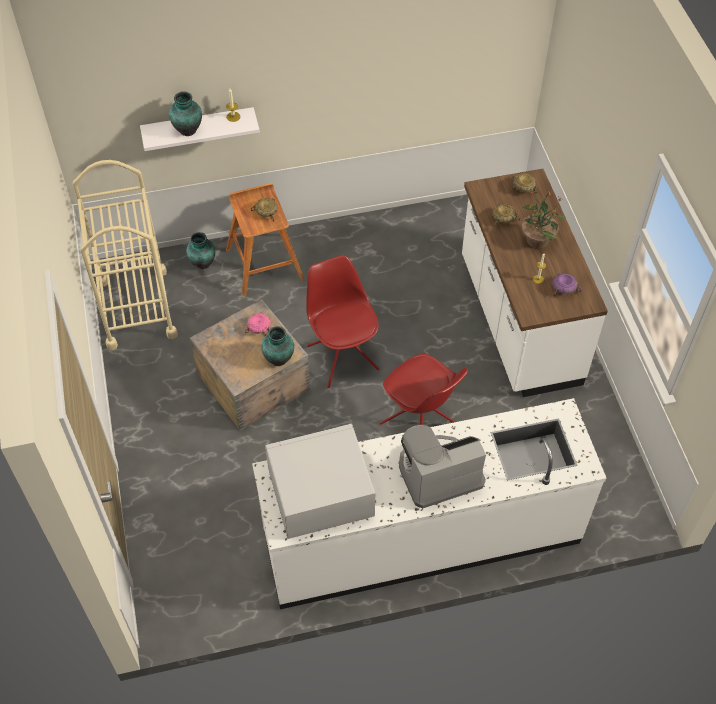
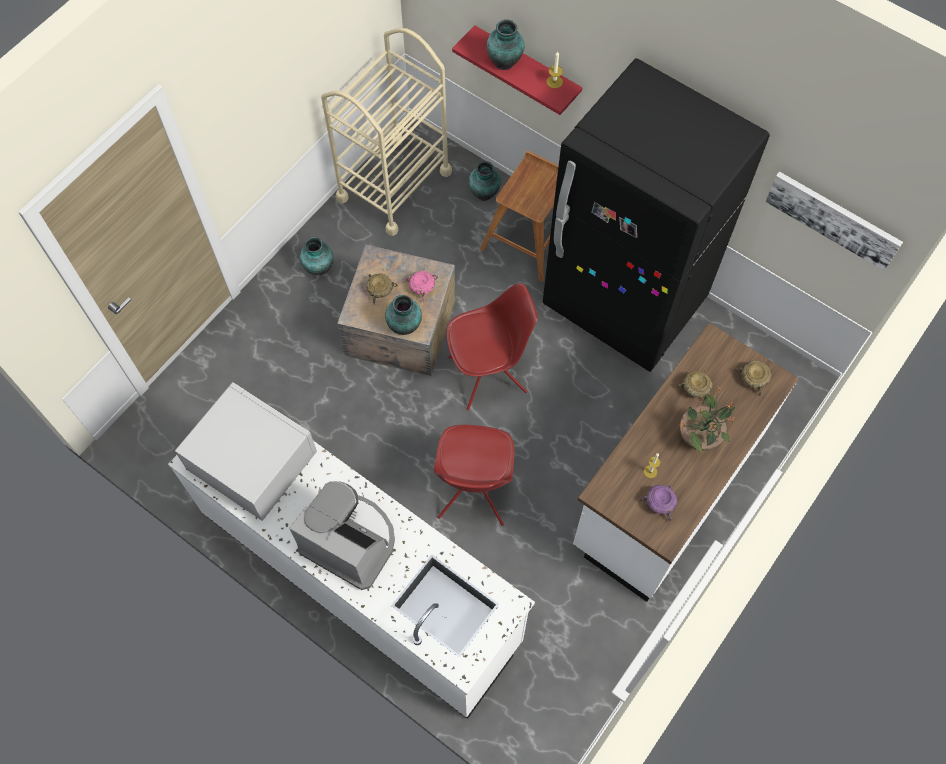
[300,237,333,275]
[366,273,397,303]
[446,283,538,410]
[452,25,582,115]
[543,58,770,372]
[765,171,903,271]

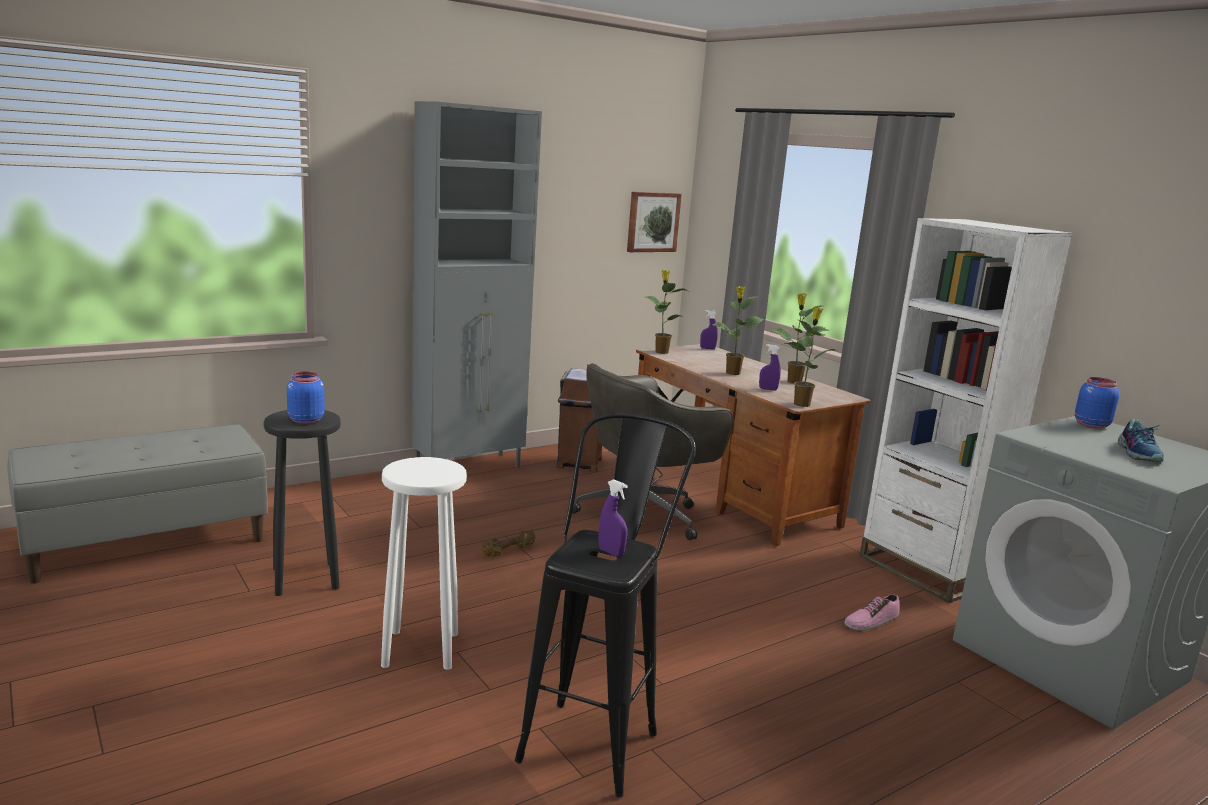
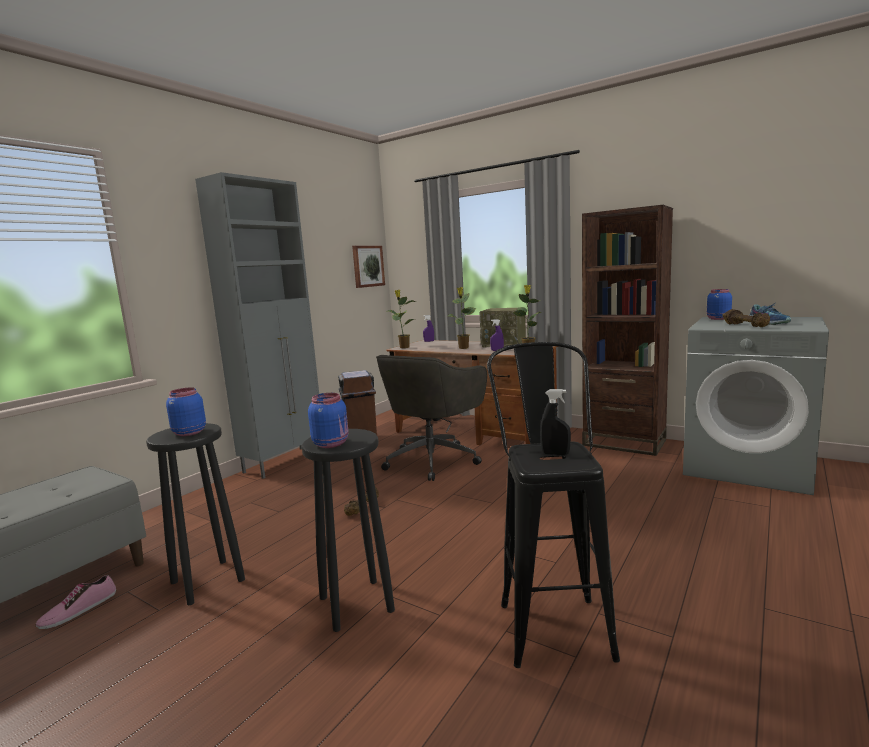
[36,575,116,629]
[302,429,395,632]
[308,393,348,448]
[479,308,526,347]
[540,389,571,455]
[582,205,673,456]
[722,309,770,327]

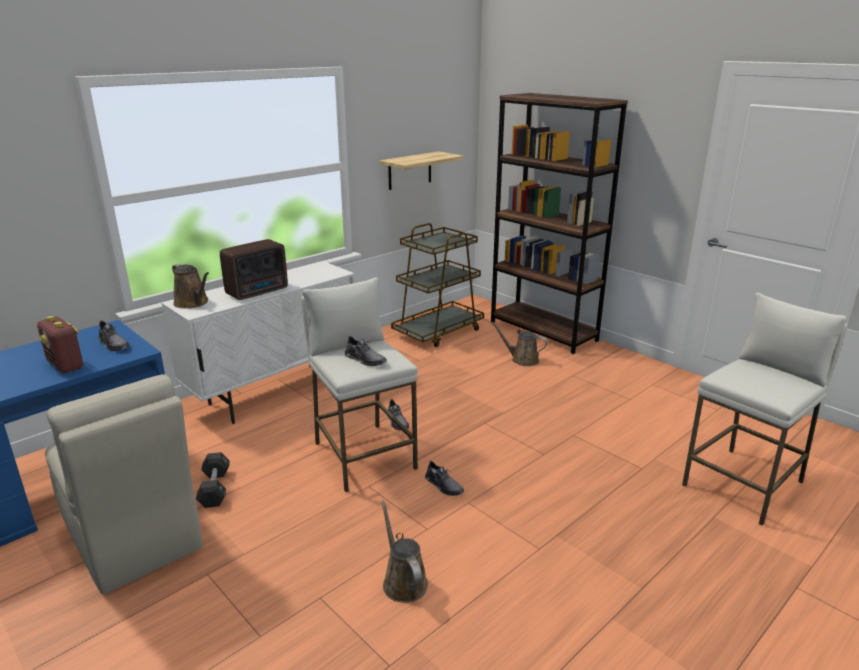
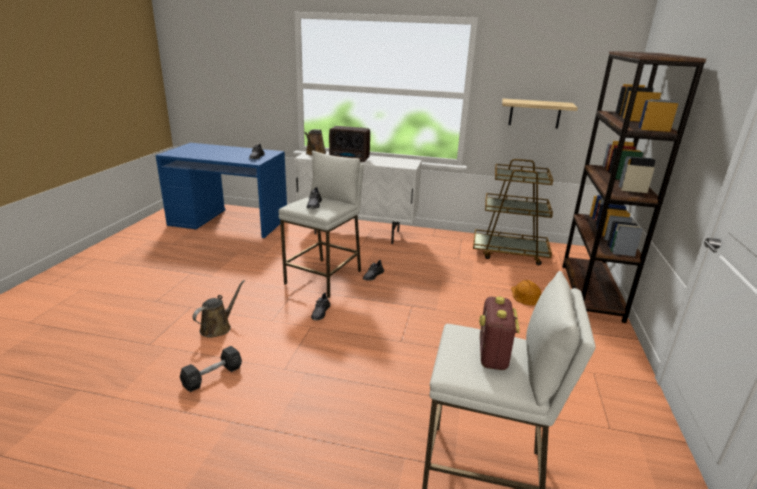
[180,346,242,392]
[479,297,520,370]
[511,280,541,306]
[45,374,203,594] (first image)

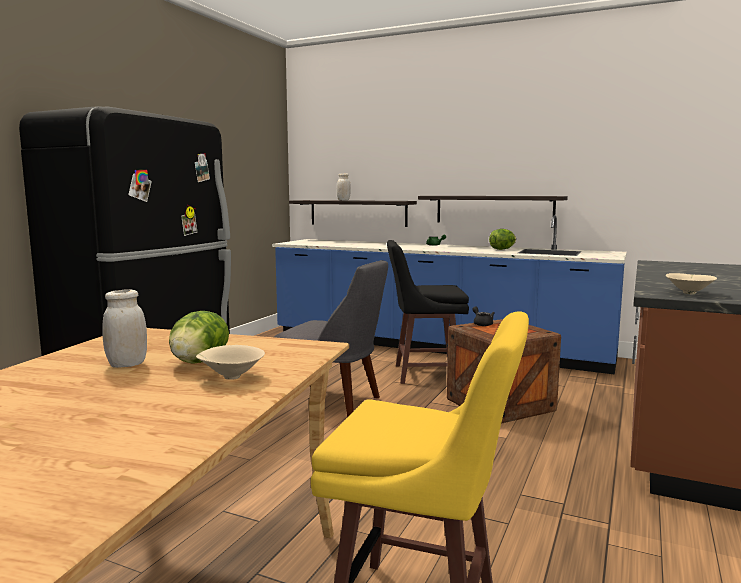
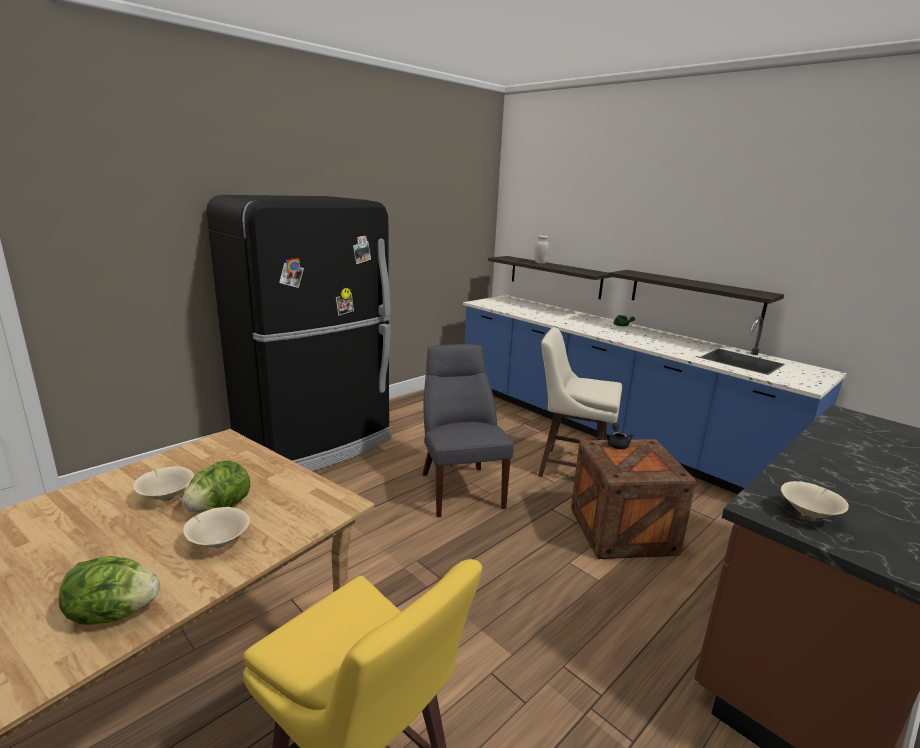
[58,556,160,625]
[133,466,194,501]
[422,344,514,517]
[538,327,622,477]

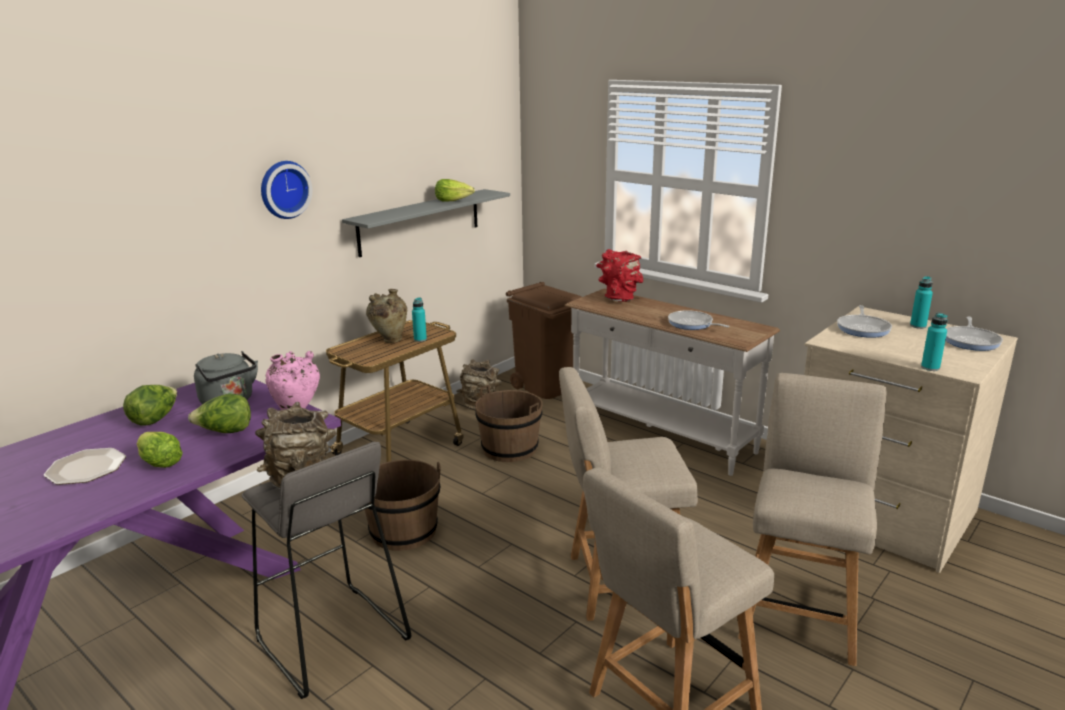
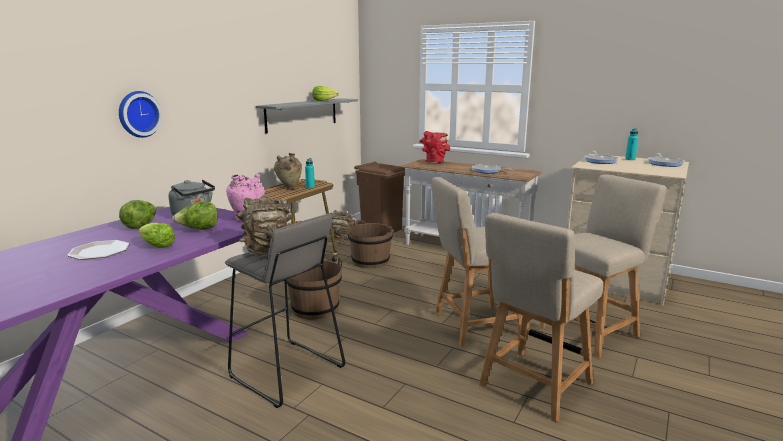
[119,91,162,138]
[539,174,666,358]
[921,313,948,371] (first image)

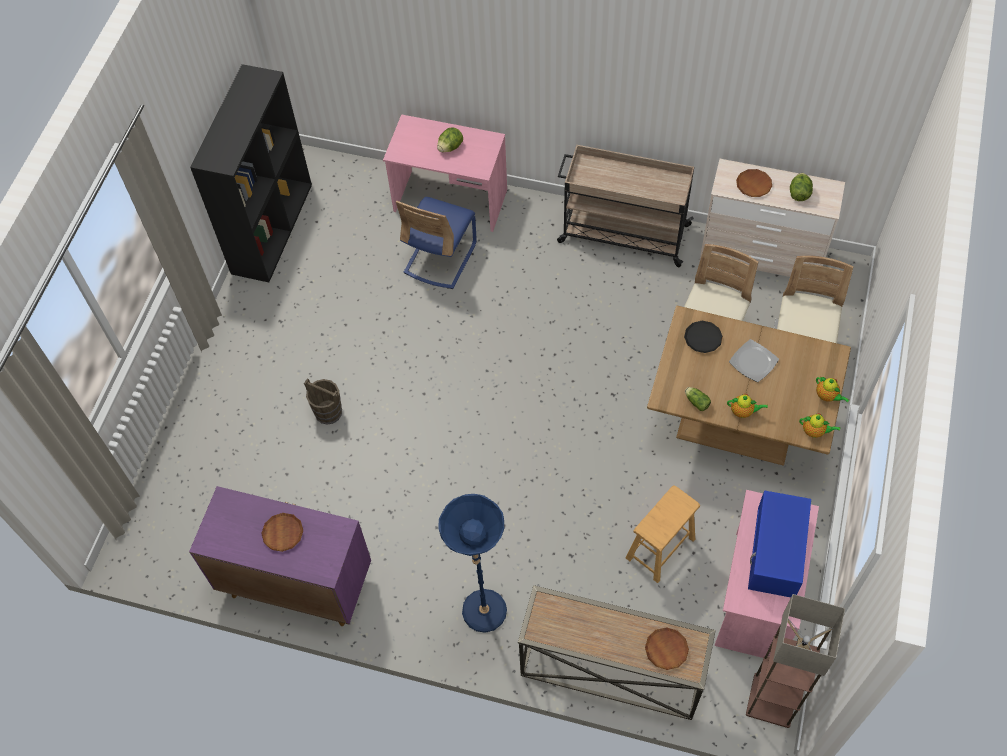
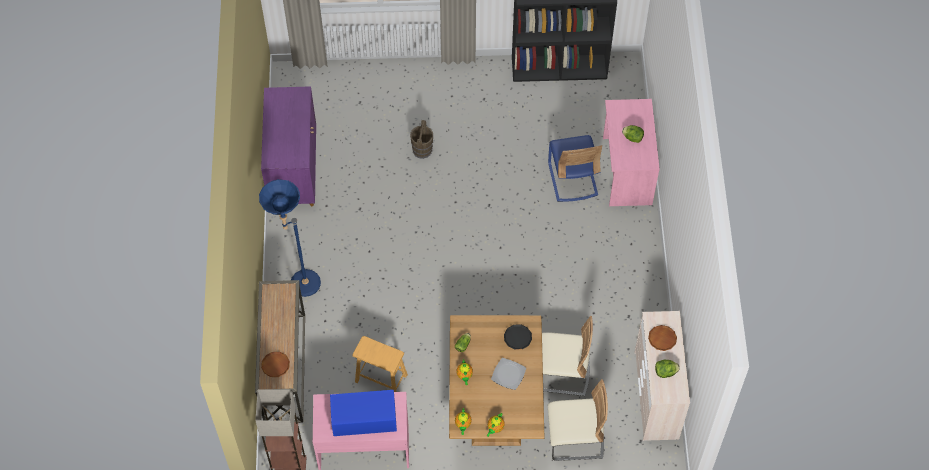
[548,135,602,202]
[261,513,303,552] (first image)
[557,145,694,267] (first image)

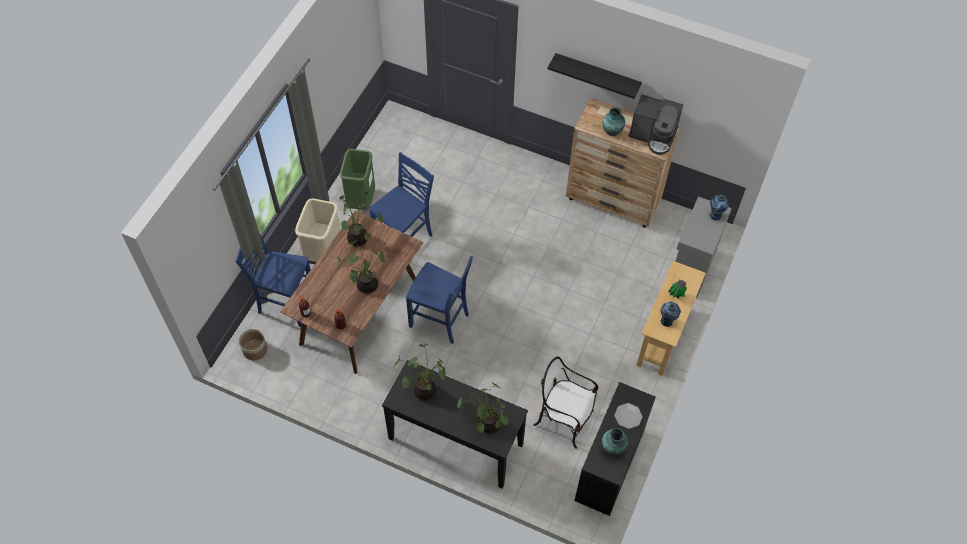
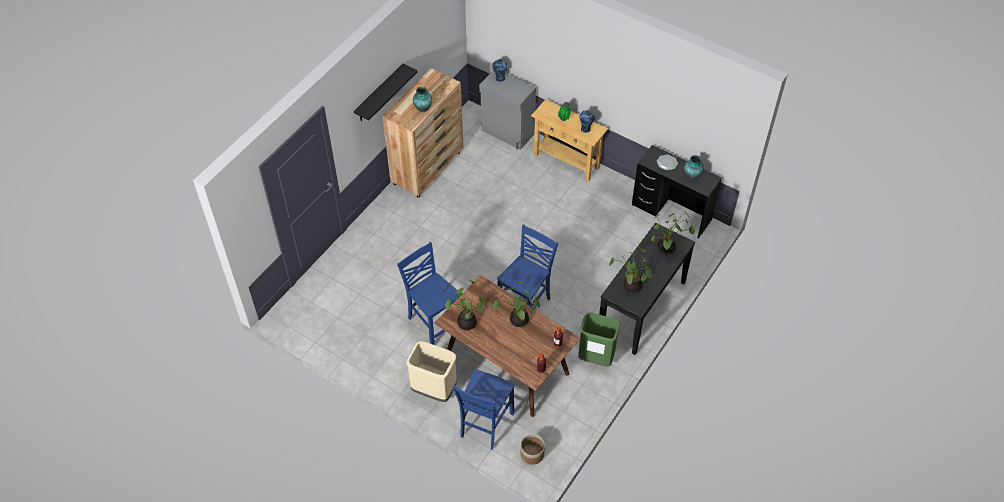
[578,313,620,367]
[533,356,598,449] (first image)
[628,94,683,155] (first image)

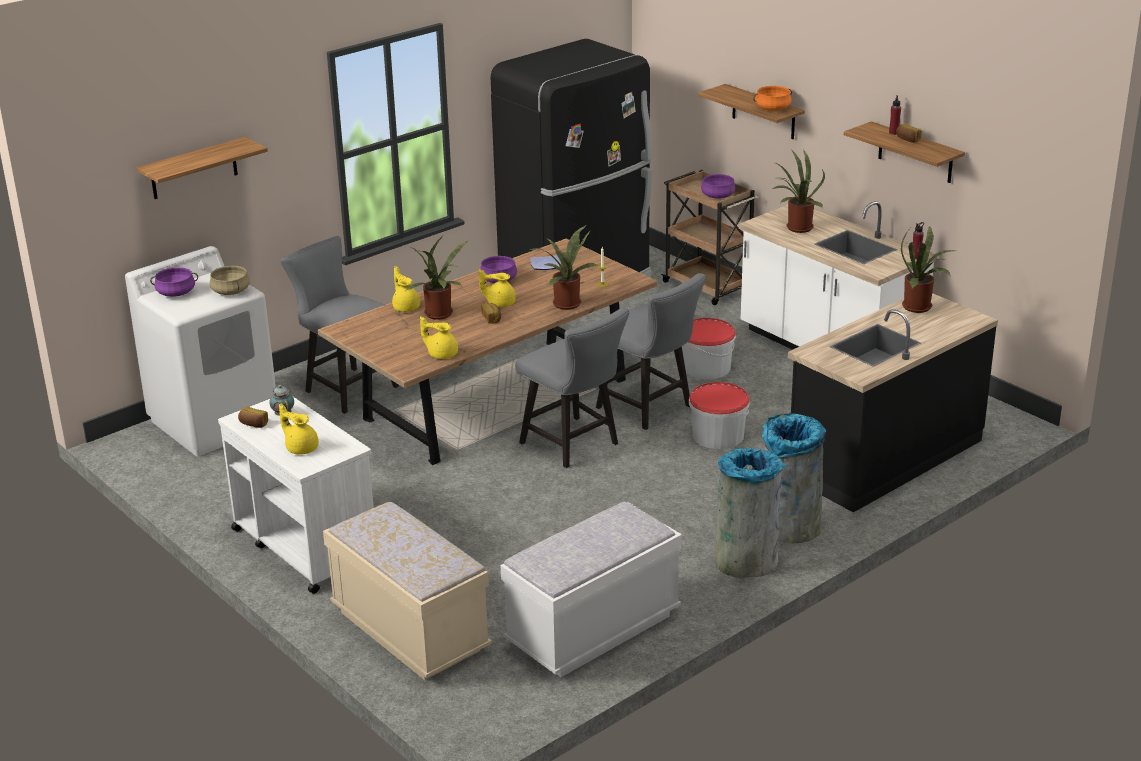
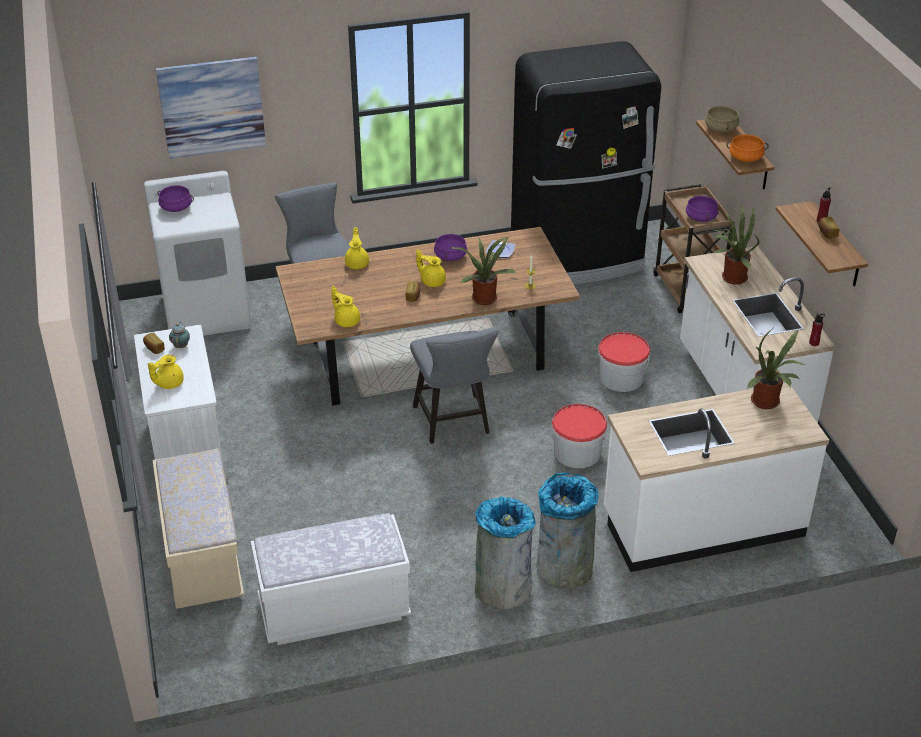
[148,355,184,389]
[156,57,266,159]
[604,383,829,572]
[705,106,739,132]
[406,236,468,320] (first image)
[596,273,706,430] (first image)

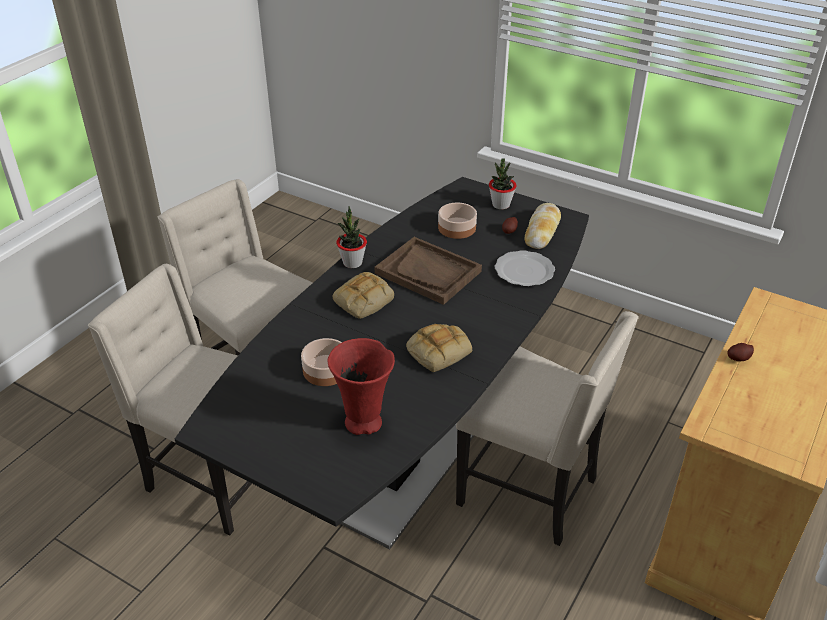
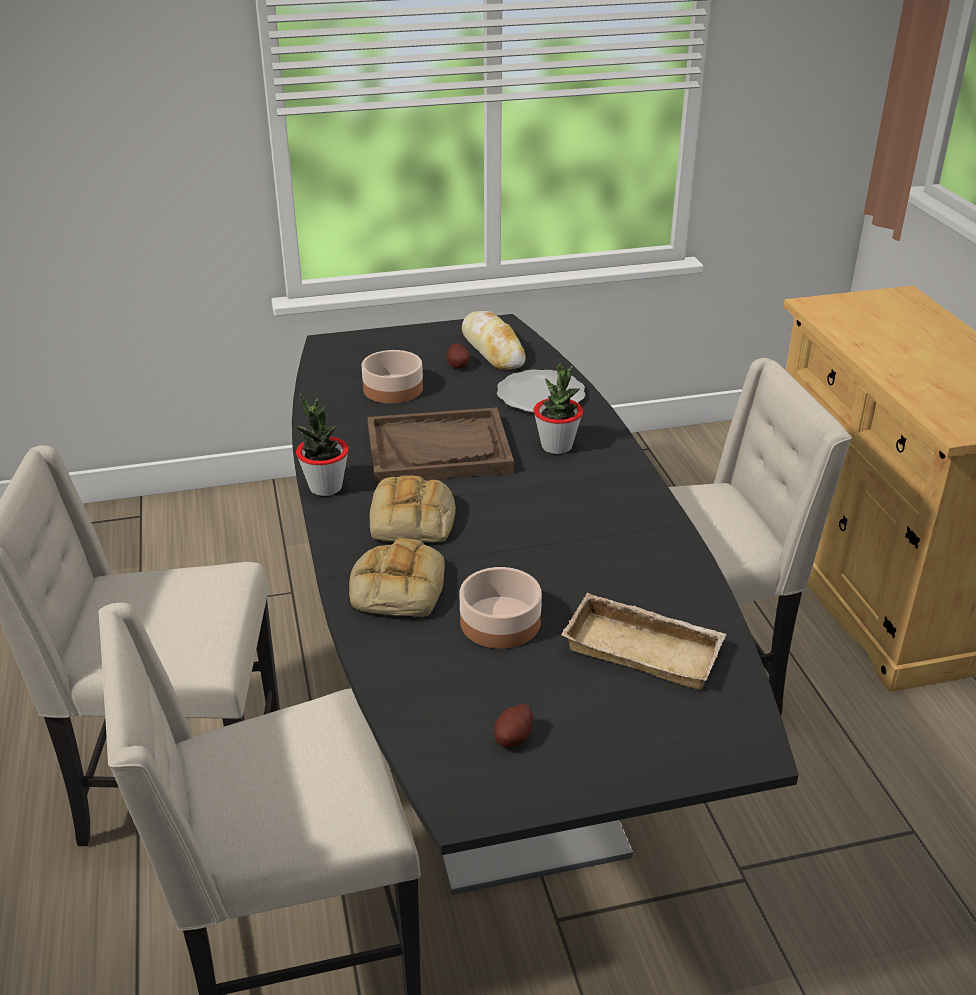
[349,538,445,617]
[494,704,533,747]
[533,363,583,454]
[561,593,727,690]

